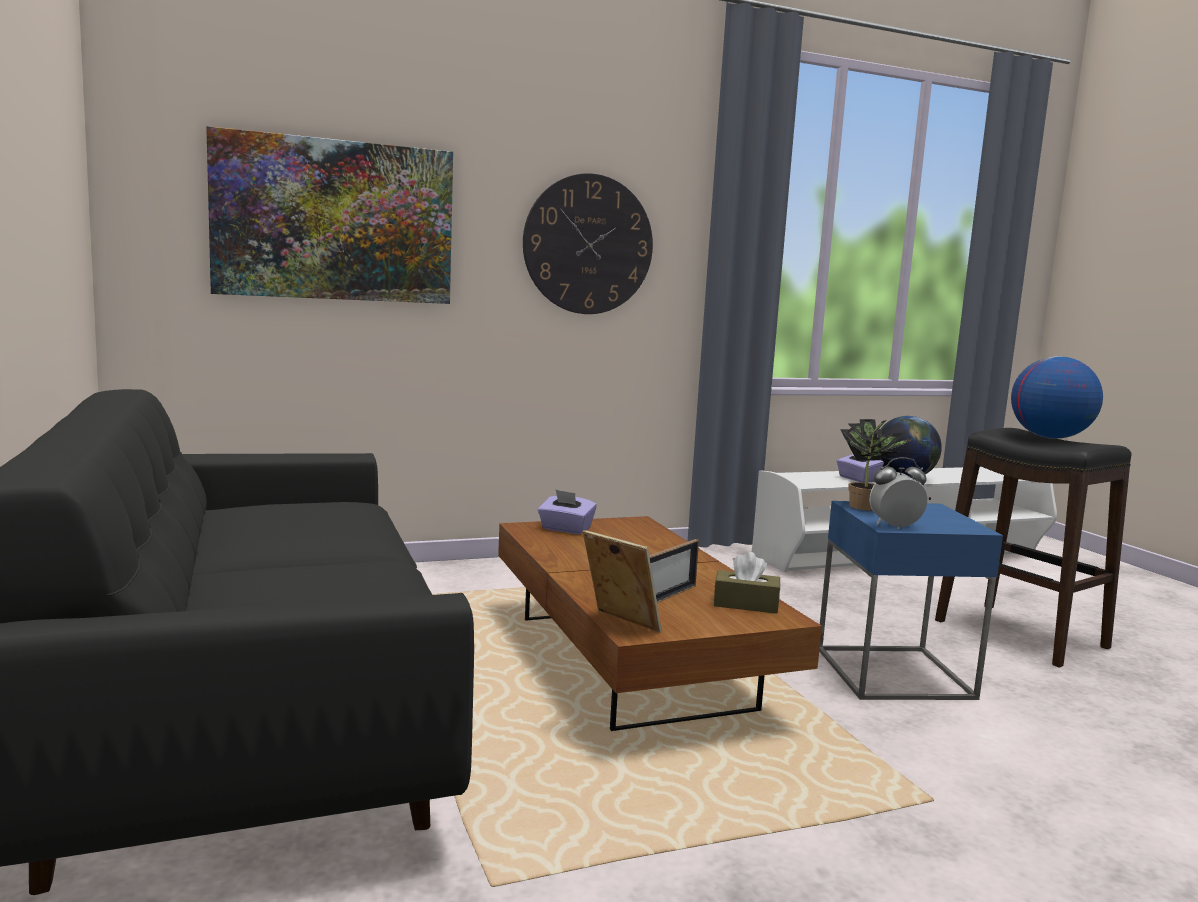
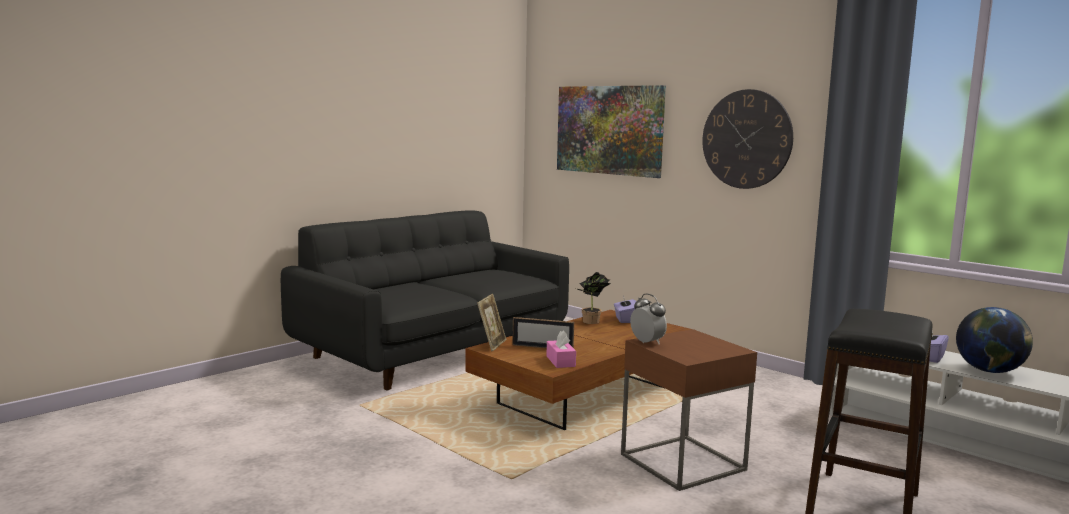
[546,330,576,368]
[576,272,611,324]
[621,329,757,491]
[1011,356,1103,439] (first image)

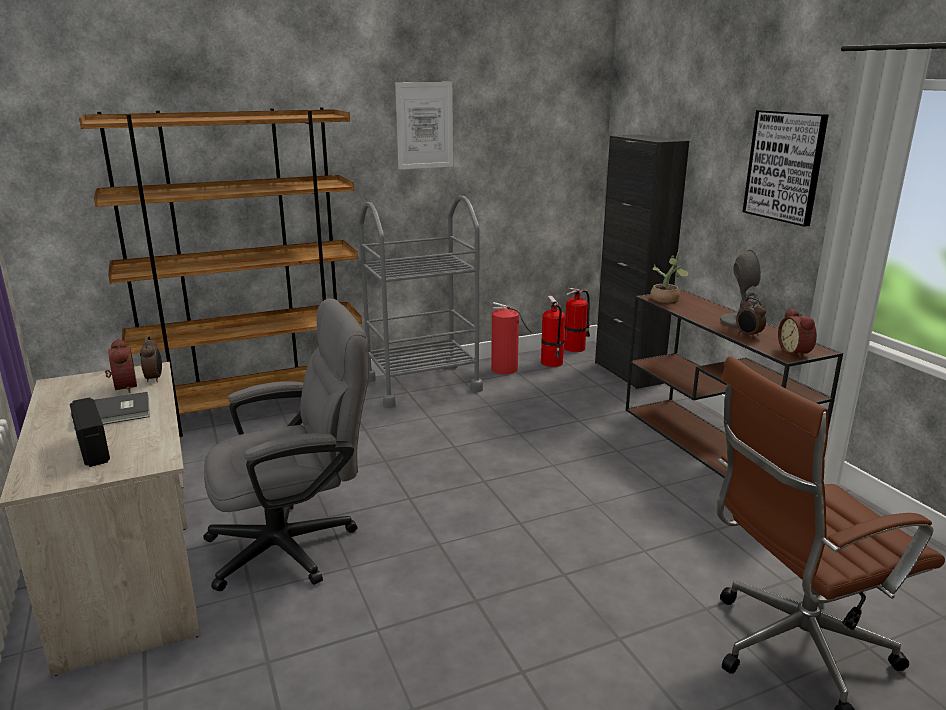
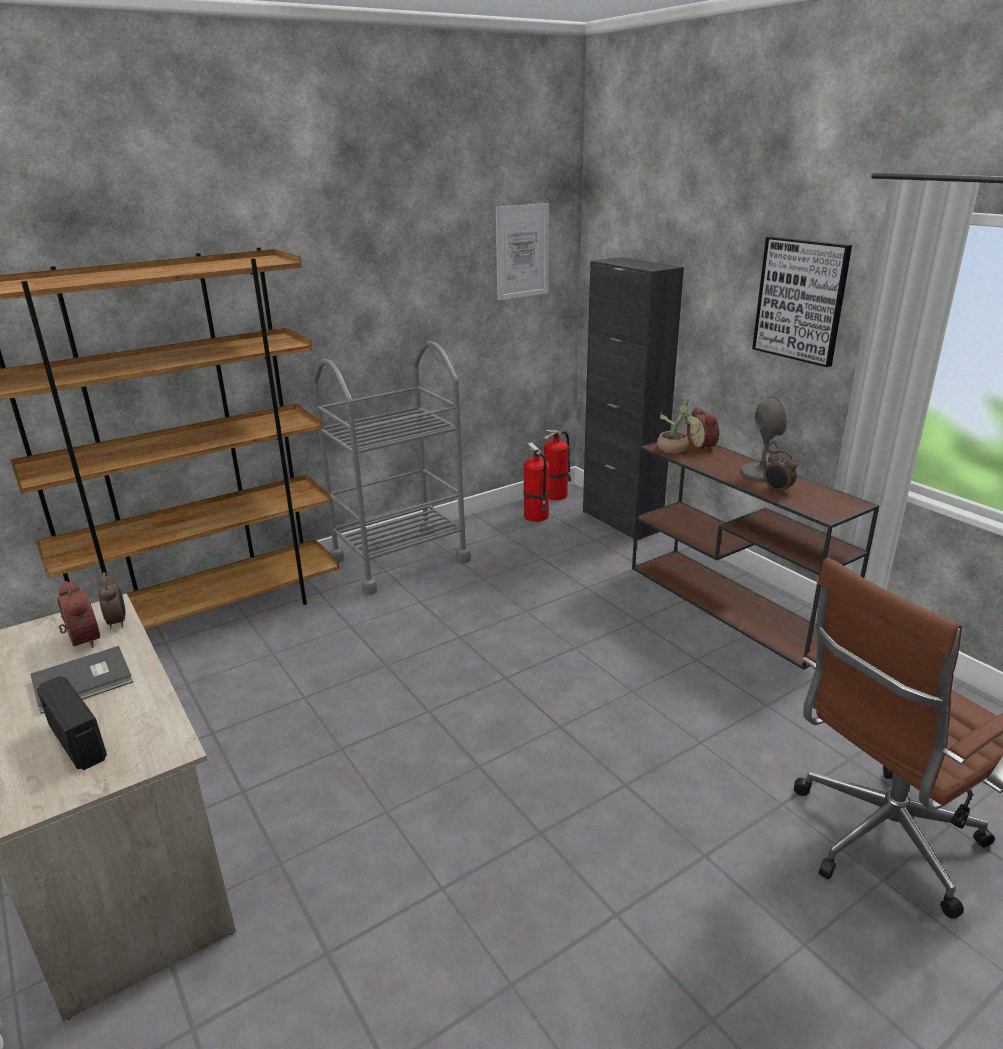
[496,203,549,300]
[687,407,719,451]
[203,298,369,592] (first image)
[491,302,532,374] (first image)

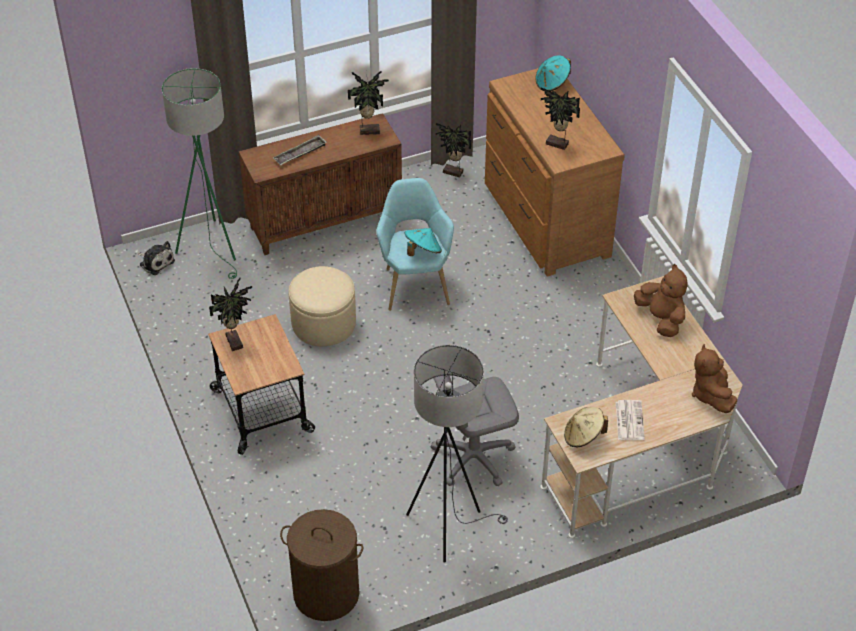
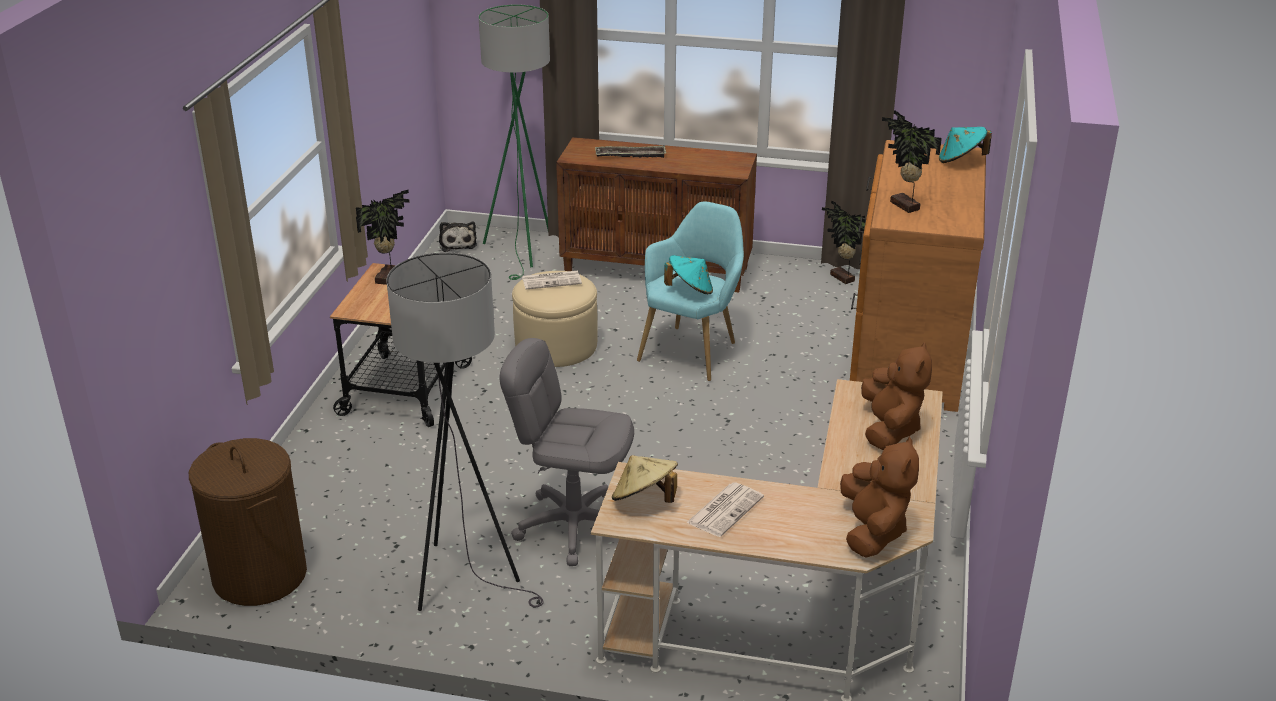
[522,271,582,290]
[840,436,919,558]
[348,69,389,135] (first image)

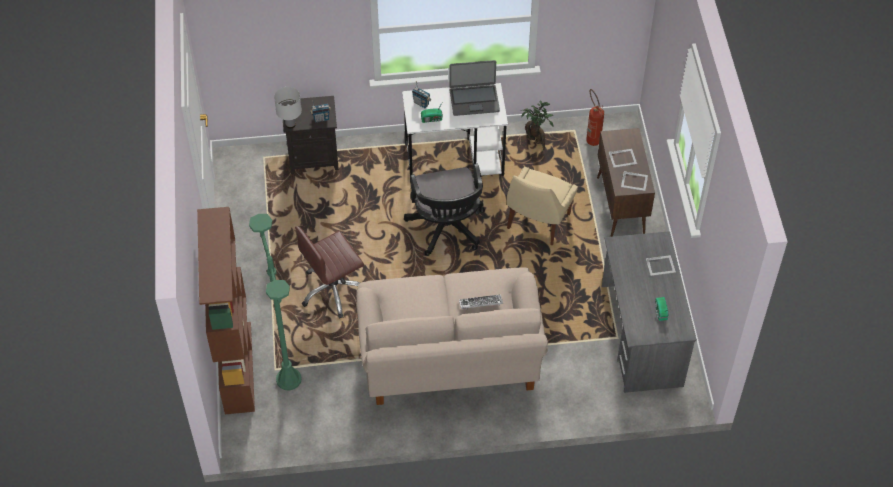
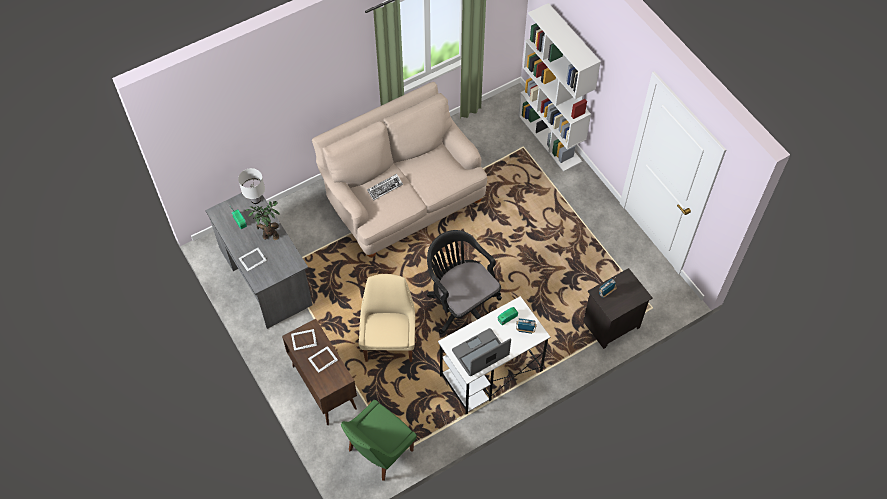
[238,168,265,204]
[245,201,280,240]
[341,400,416,481]
[518,3,601,172]
[249,214,302,390] (first image)
[295,226,364,318] (first image)

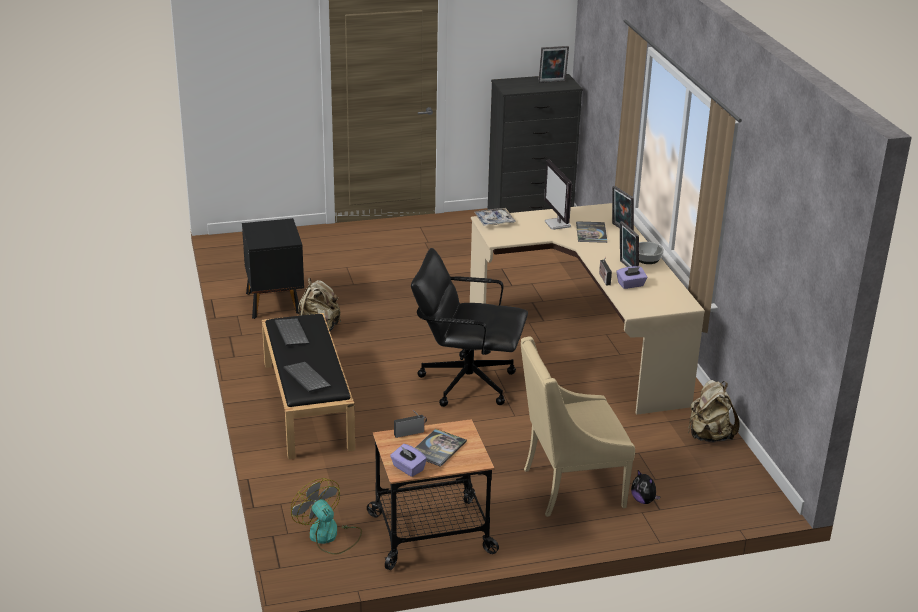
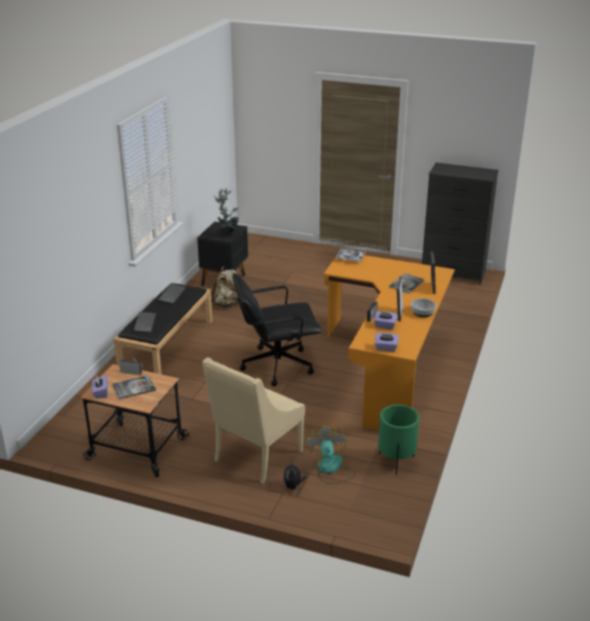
[202,357,305,484]
[214,188,239,234]
[232,273,322,387]
[305,425,356,484]
[324,255,455,431]
[375,333,399,351]
[378,404,420,475]
[538,46,569,83] (first image)
[544,159,572,230] (first image)

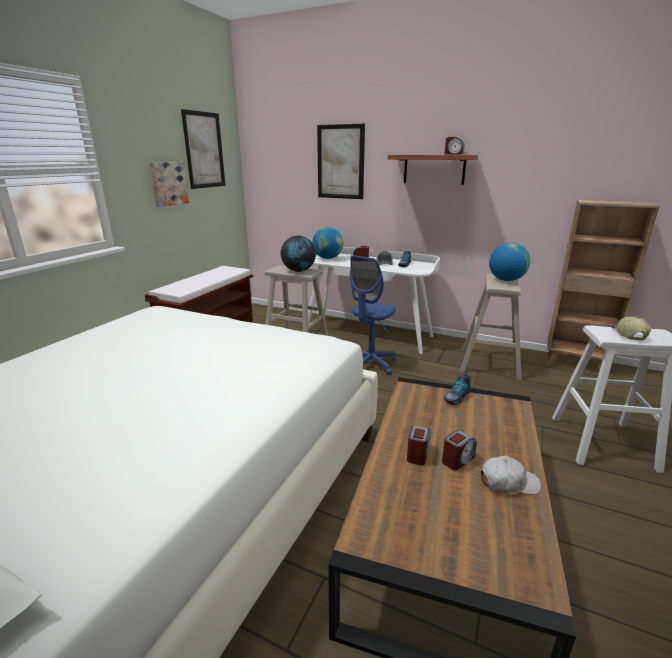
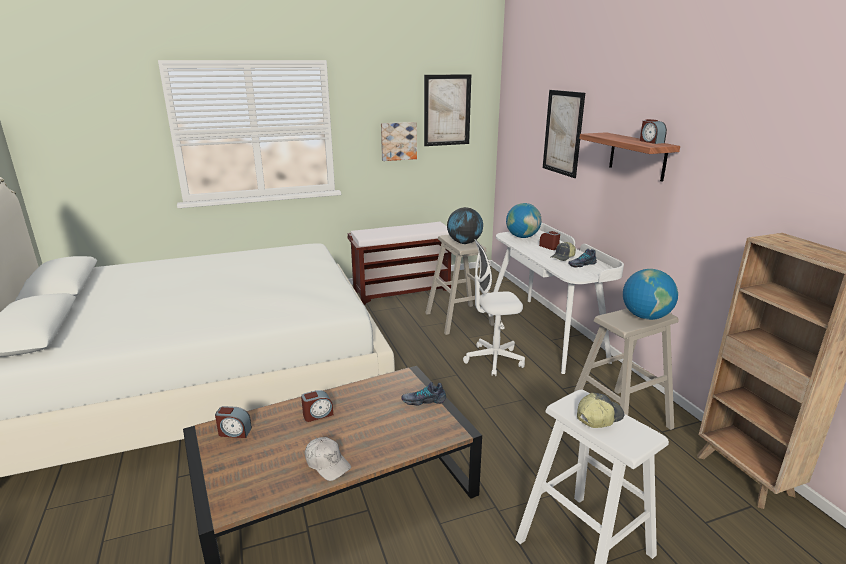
[215,406,252,438]
[463,239,525,376]

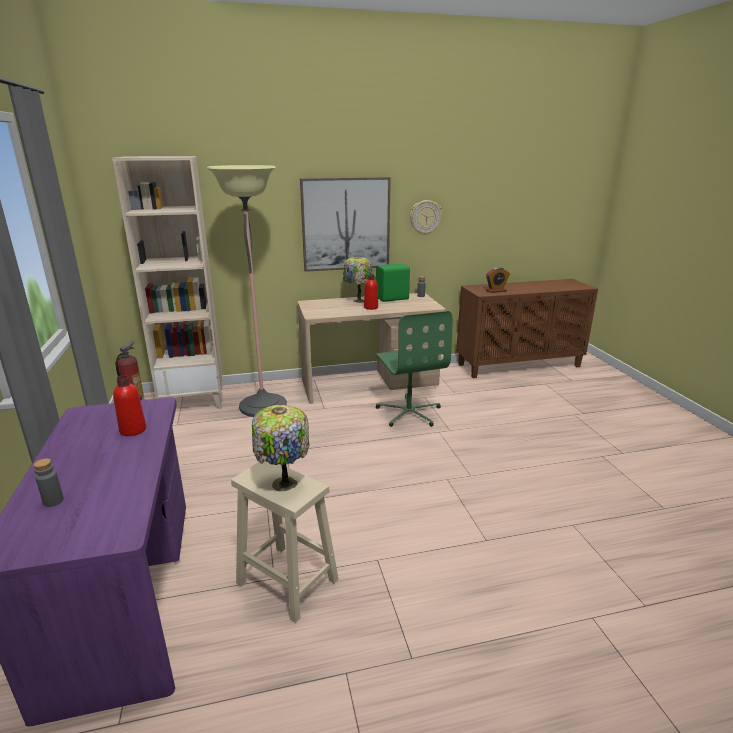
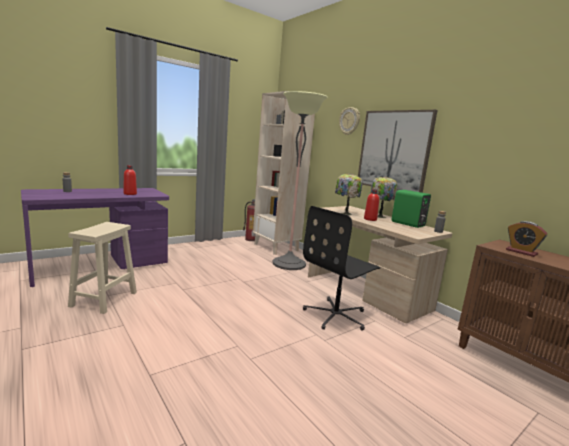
[303,206,380,331]
[335,174,363,215]
[339,107,360,135]

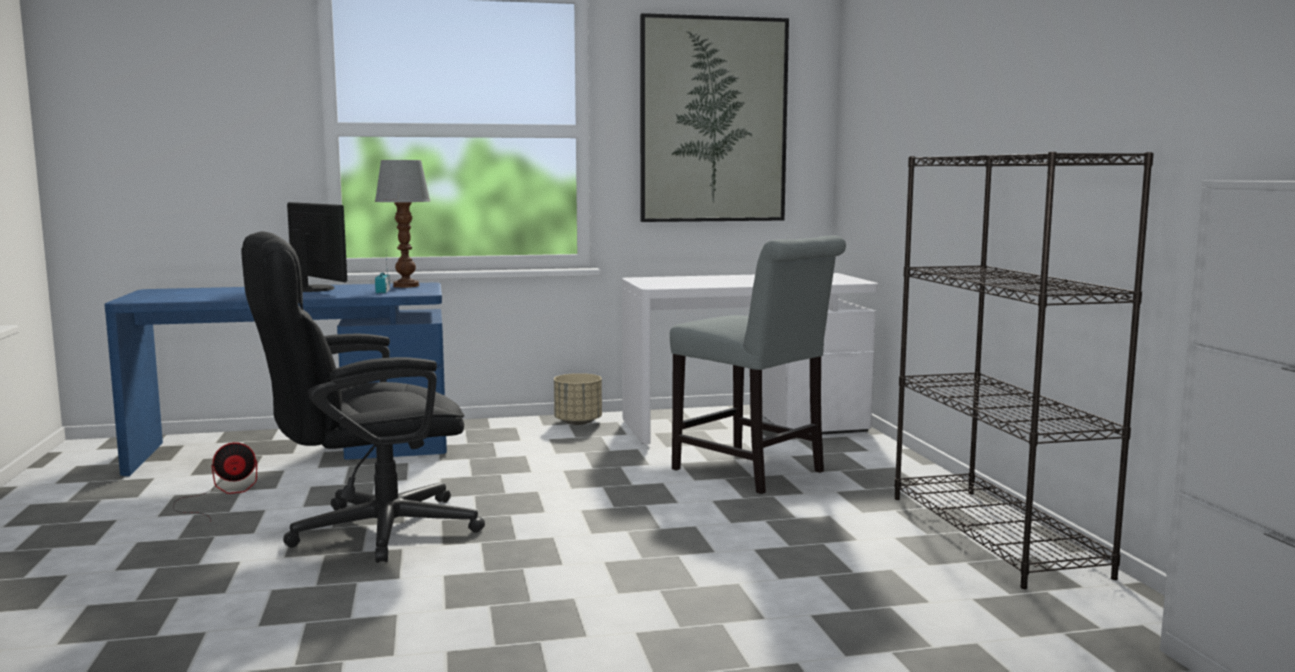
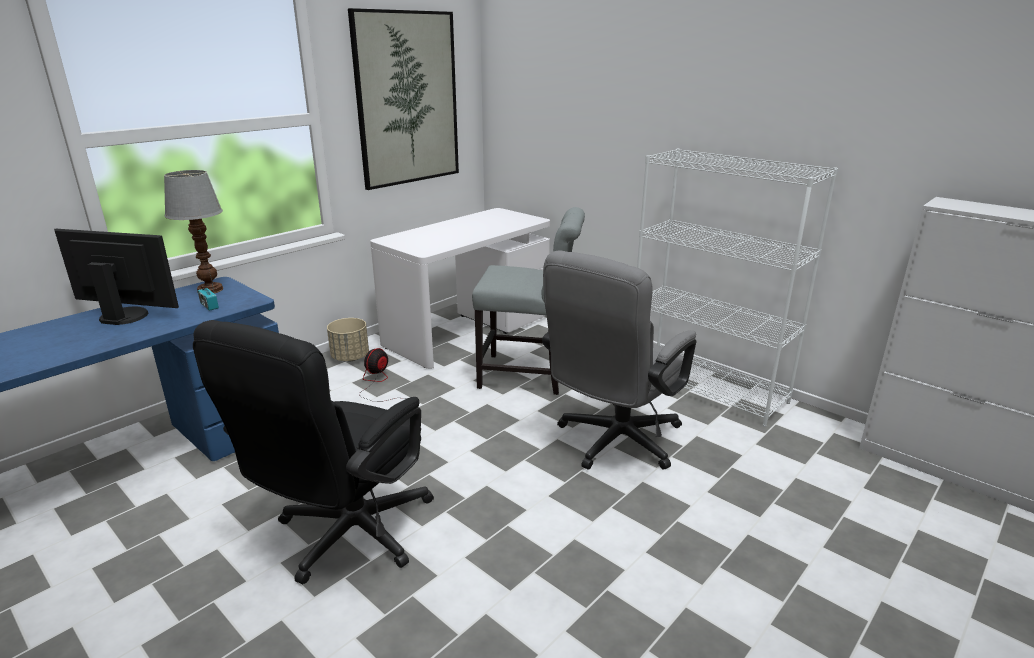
[359,348,407,402]
[542,251,696,469]
[637,149,838,427]

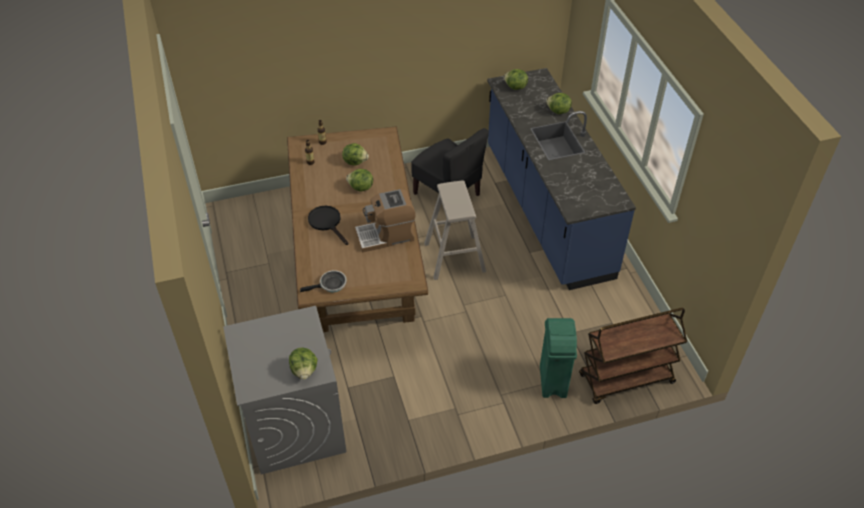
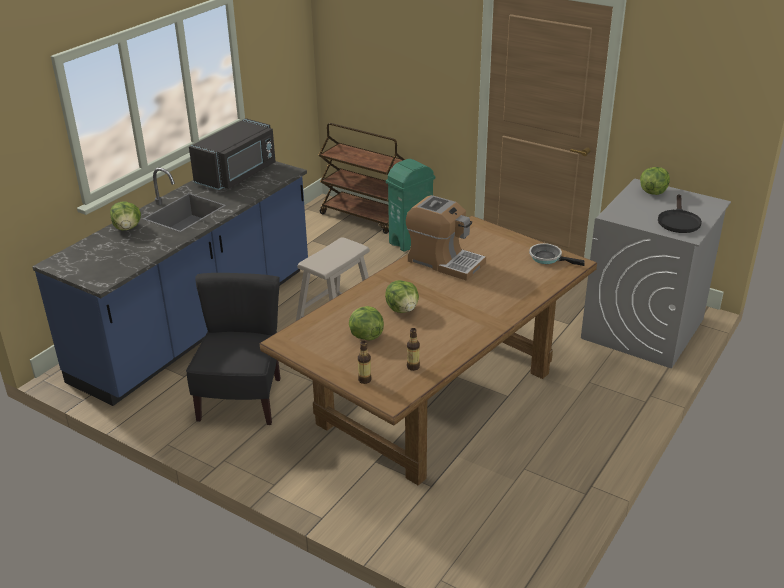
[189,118,276,190]
[658,194,702,233]
[504,69,528,90] (first image)

